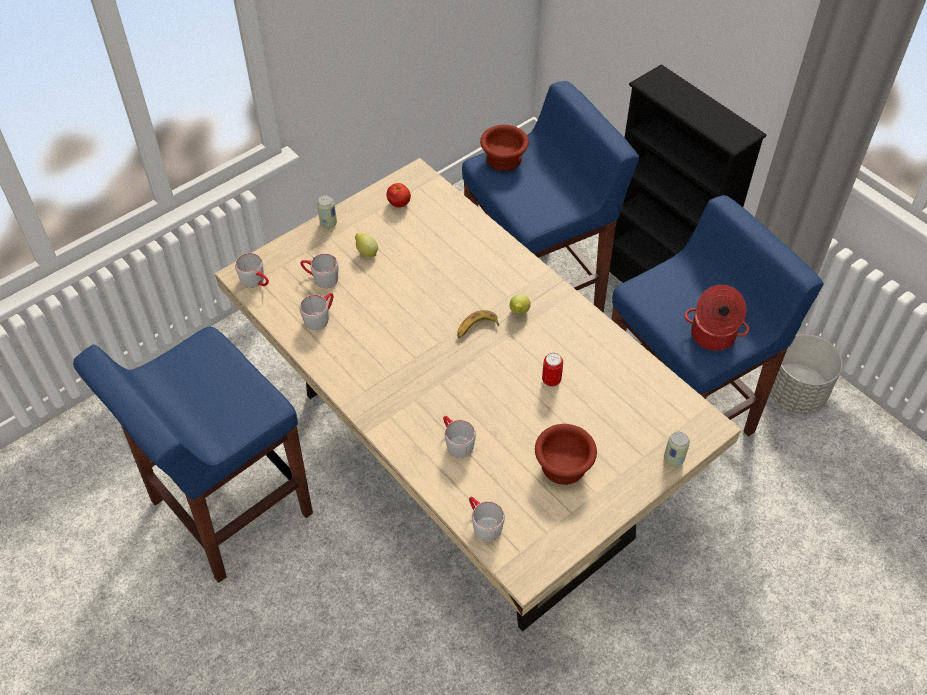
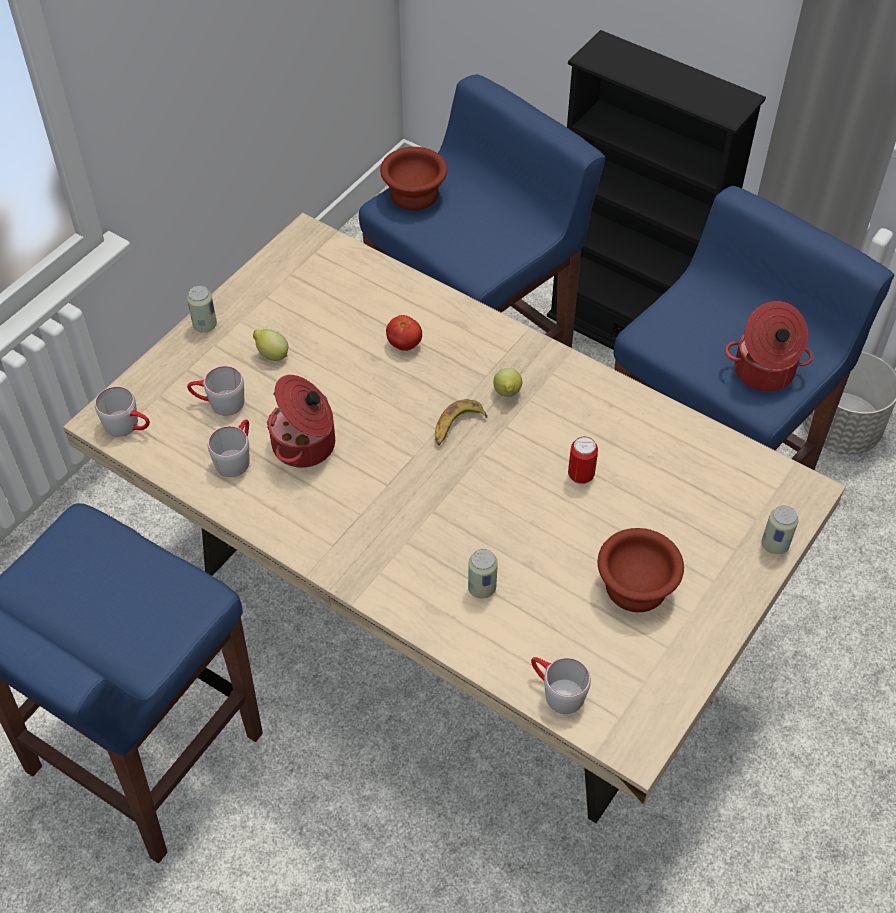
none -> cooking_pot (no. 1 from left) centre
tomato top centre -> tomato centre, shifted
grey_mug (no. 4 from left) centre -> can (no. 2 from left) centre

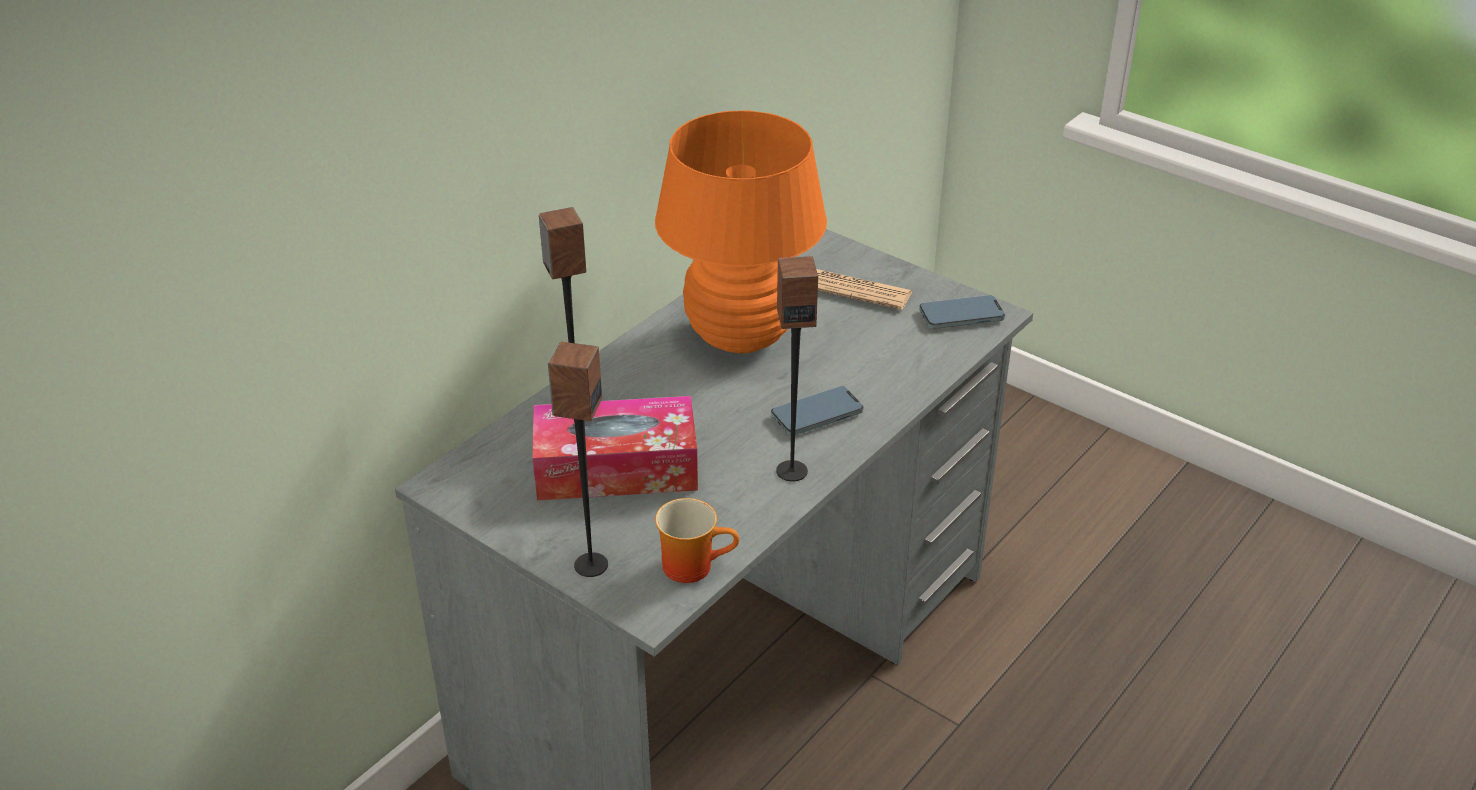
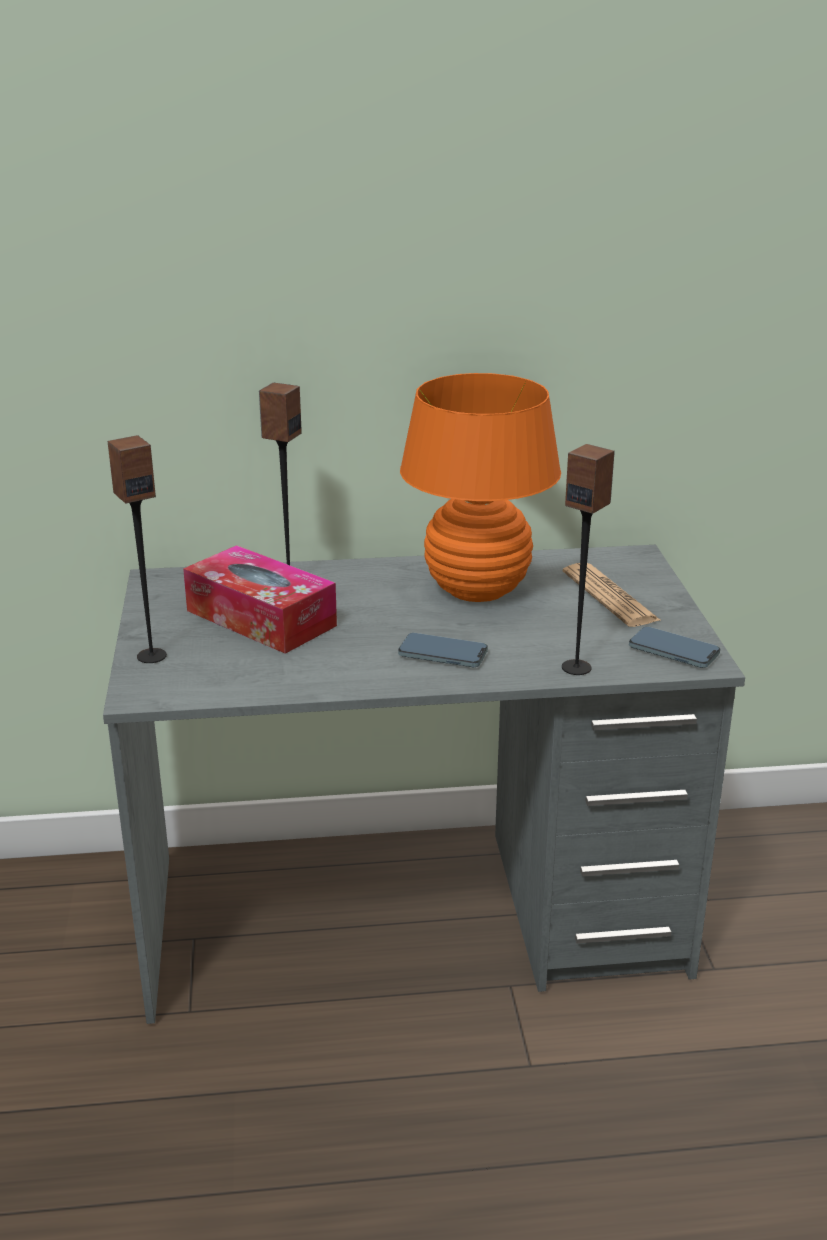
mug bottom centre -> none
speaker (no. 3 from left) centre -> speaker (no. 3 from left) middle right, shifted

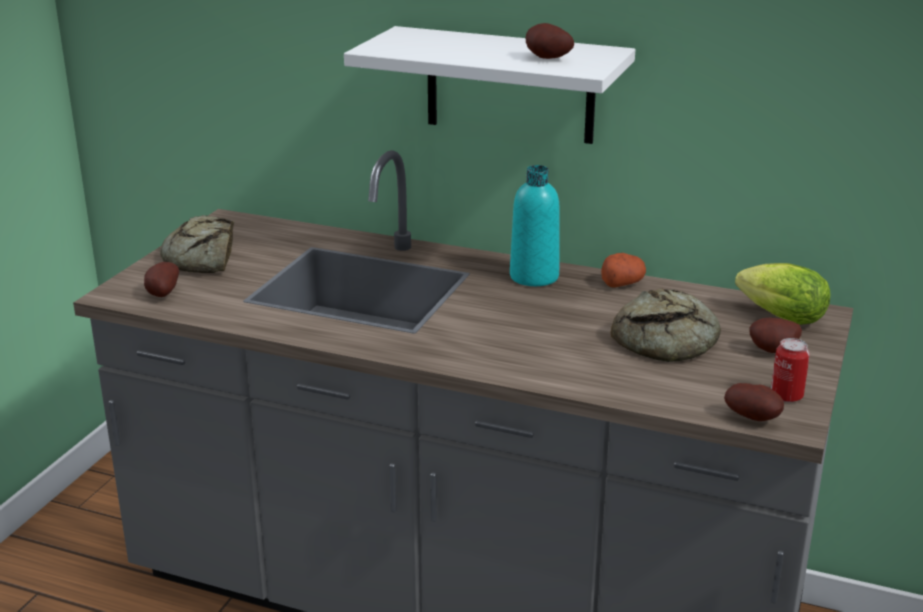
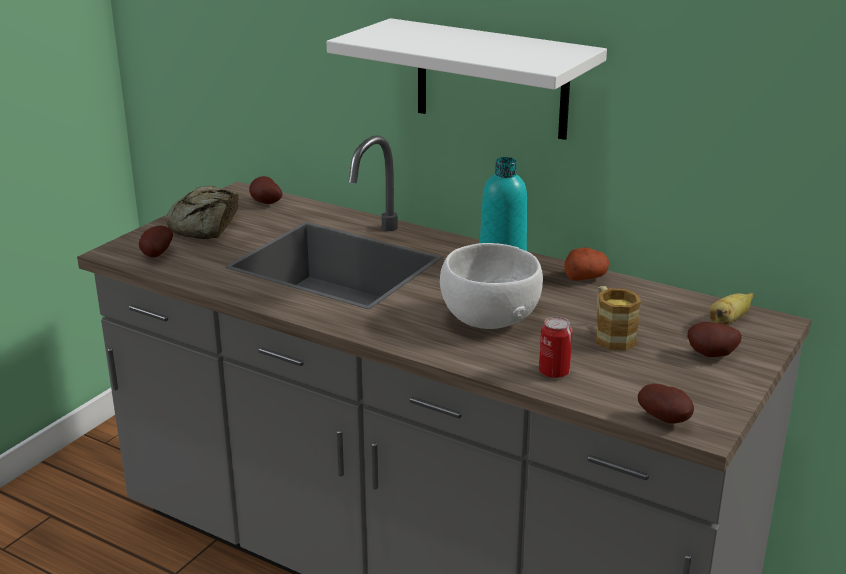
none -> white_bowl centre
potato (no. 2 from left) top centre -> potato (no. 2 from left) top left, shifted
can middle right -> can centre, shifted
bread (no. 2 from left) middle right -> mug middle right
lettuce middle right -> banana middle right

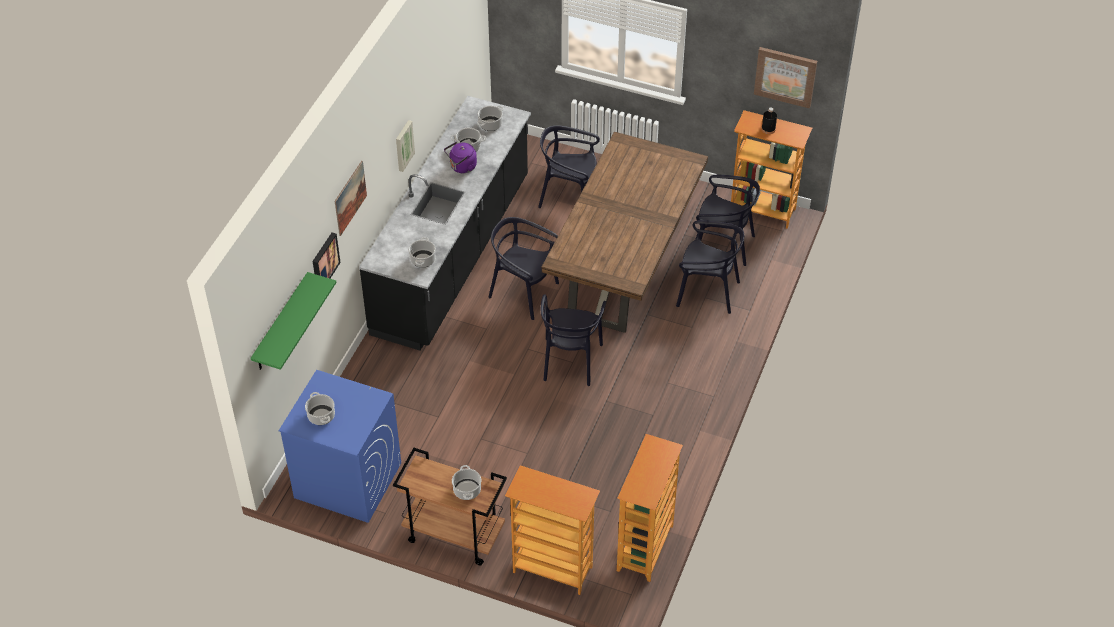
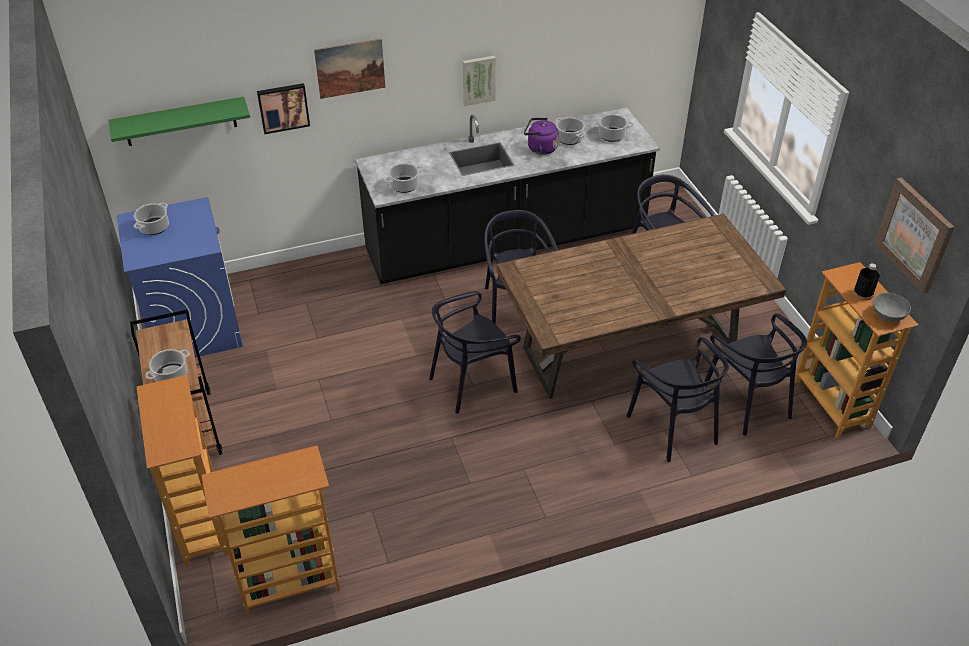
none -> grey_bowl middle right

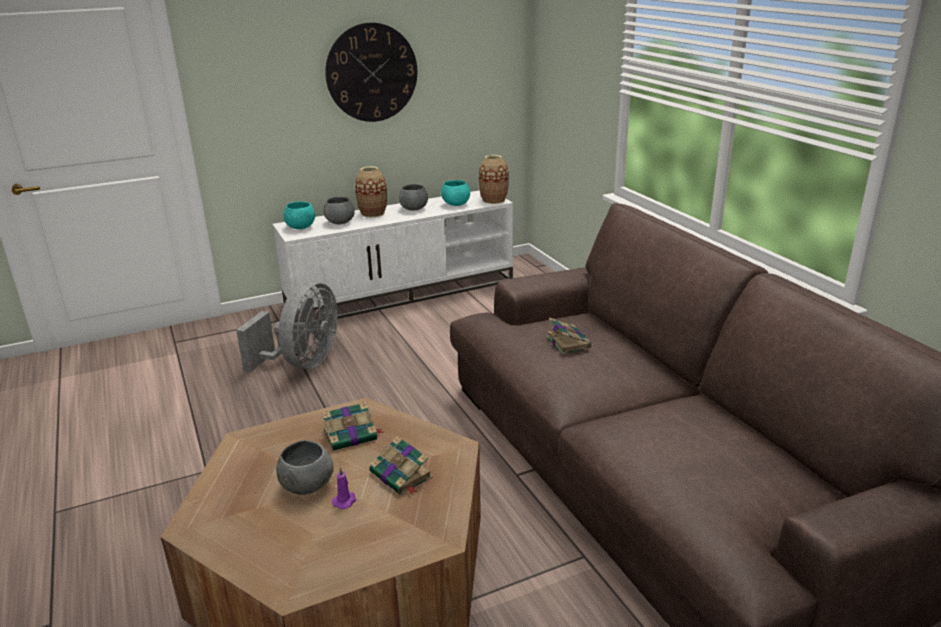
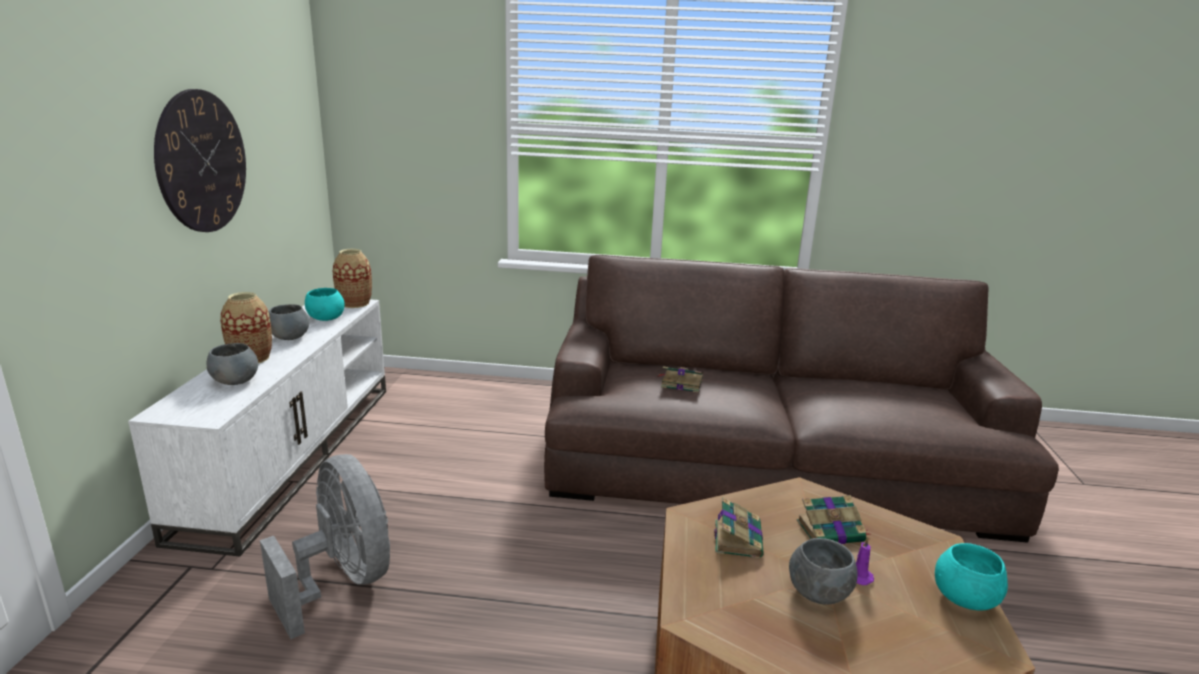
turquoise_bowl (no. 1 from left in the first image) middle left -> turquoise_bowl (no. 2 from left) bottom right, shifted

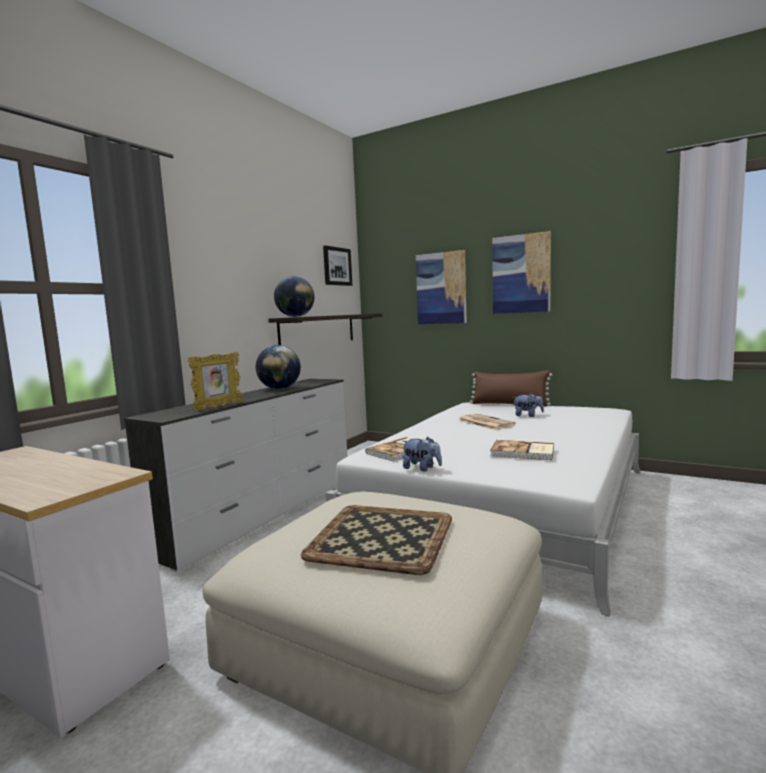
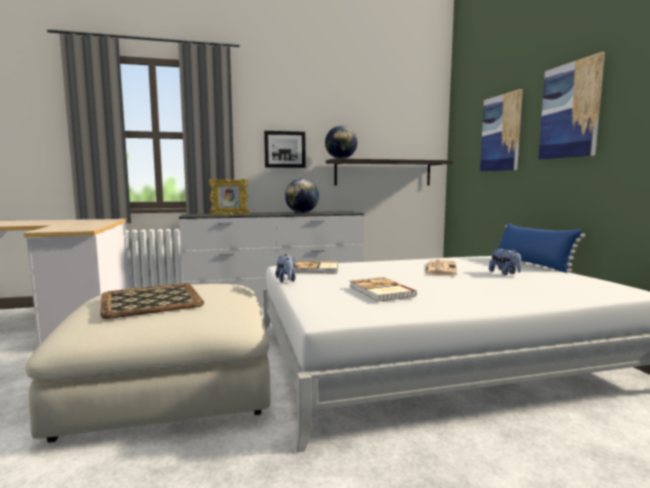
picture (no. 1 from left) centre -> picture (no. 1 from left) top centre, shifted
brown_pillow middle right -> blue_pillow middle right

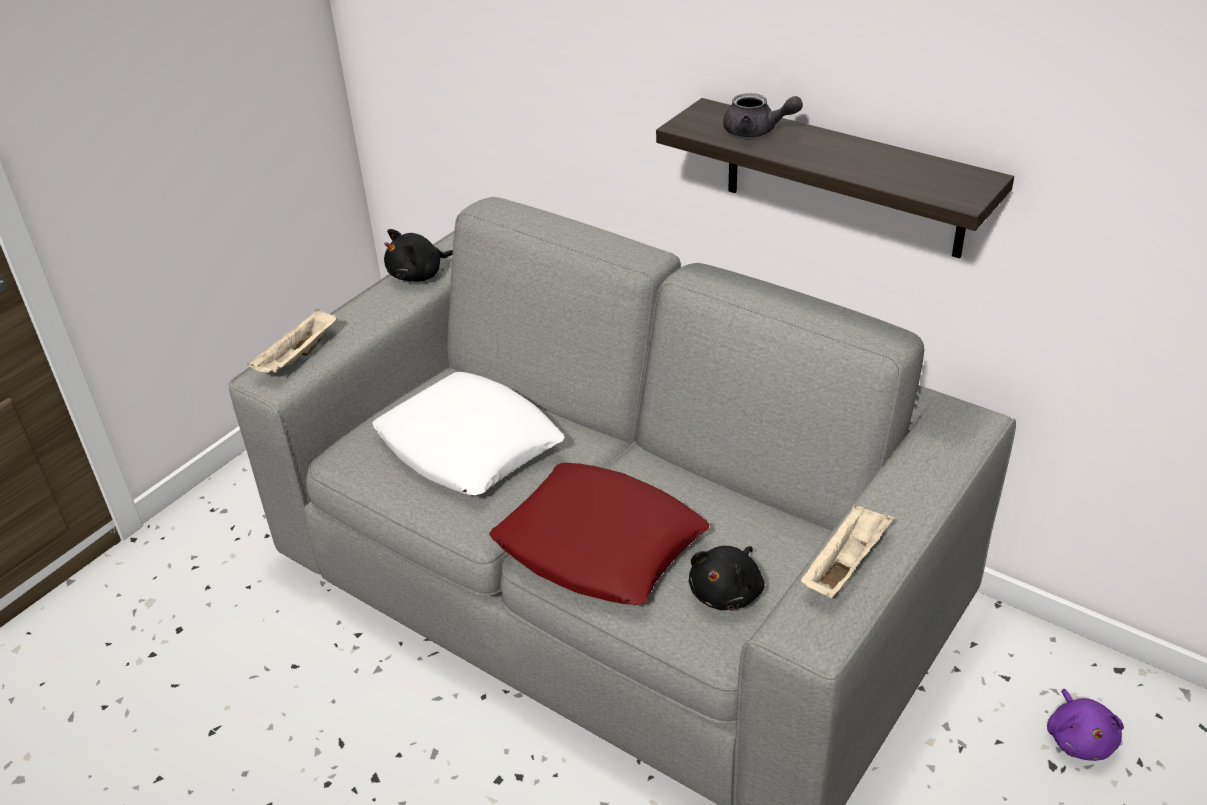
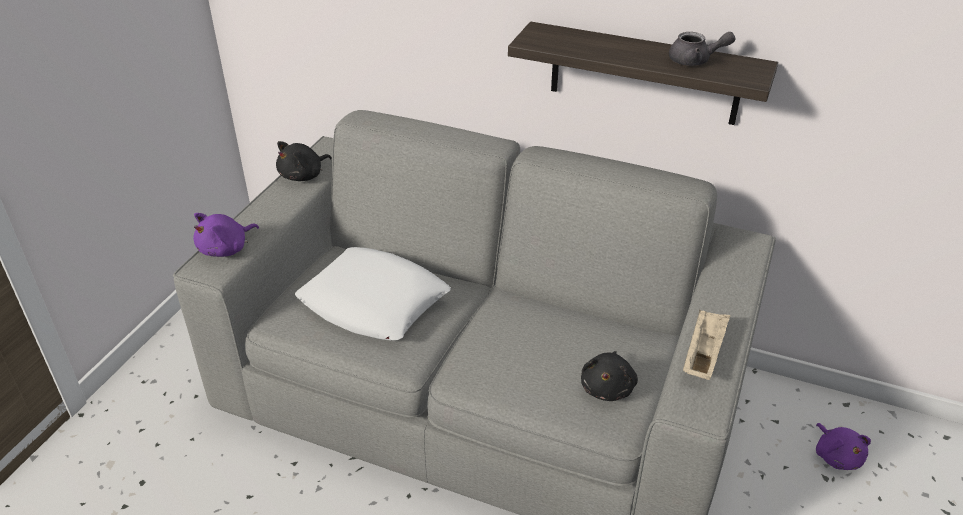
red_pillow centre -> none
grey_teapot top centre -> grey_teapot top right, shifted
beige_tray (no. 1 from left) middle left -> purple_plush_toy (no. 1 from left) middle left

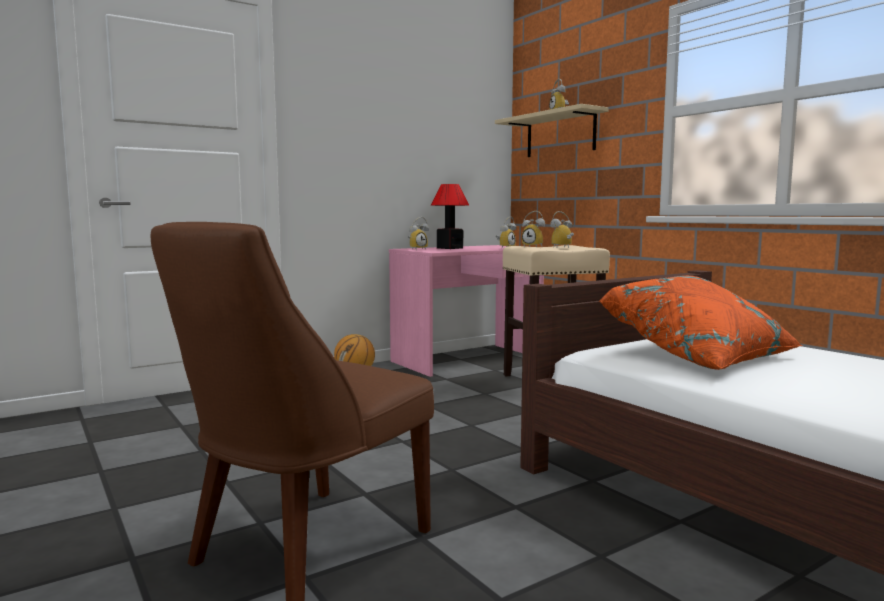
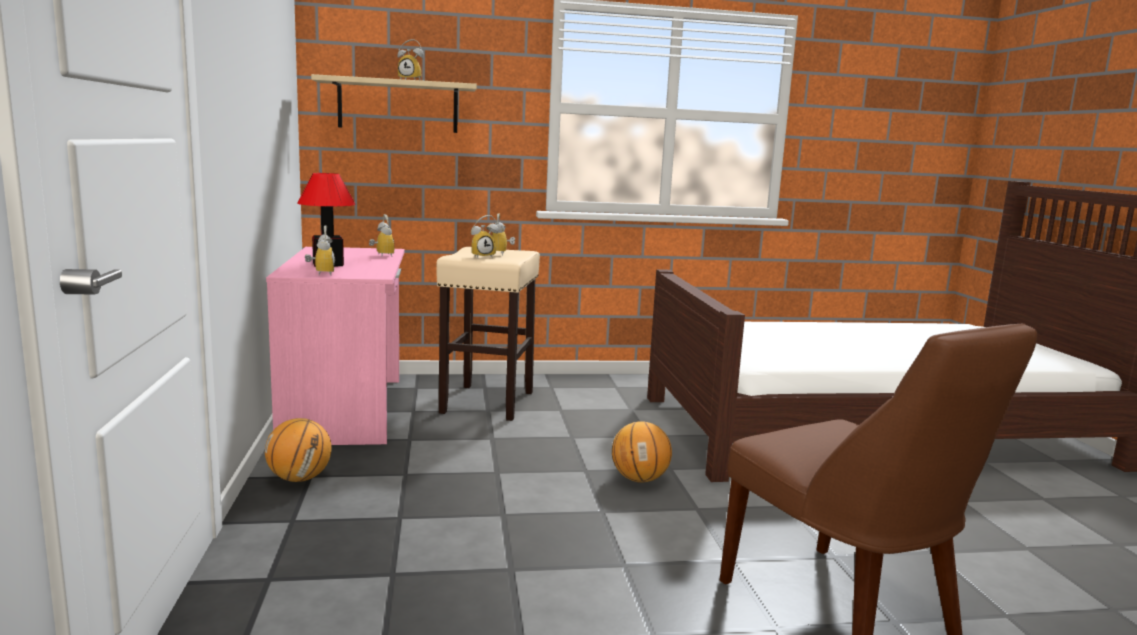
orange_pillow middle right -> none
none -> basketball (no. 2 from left) bottom centre

